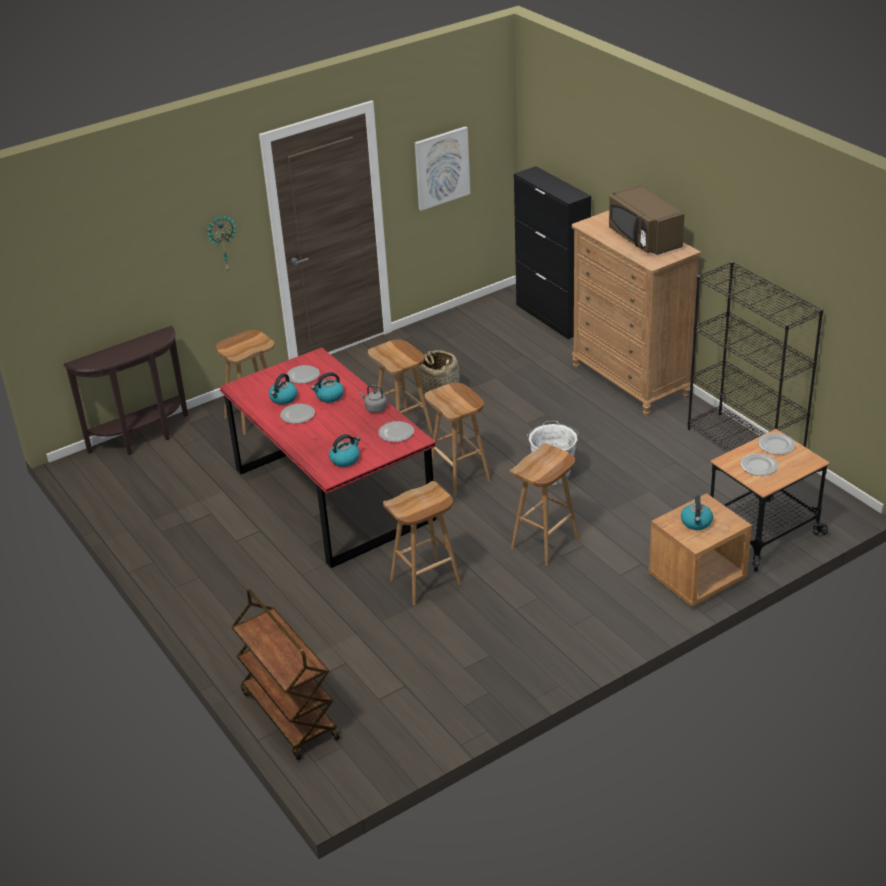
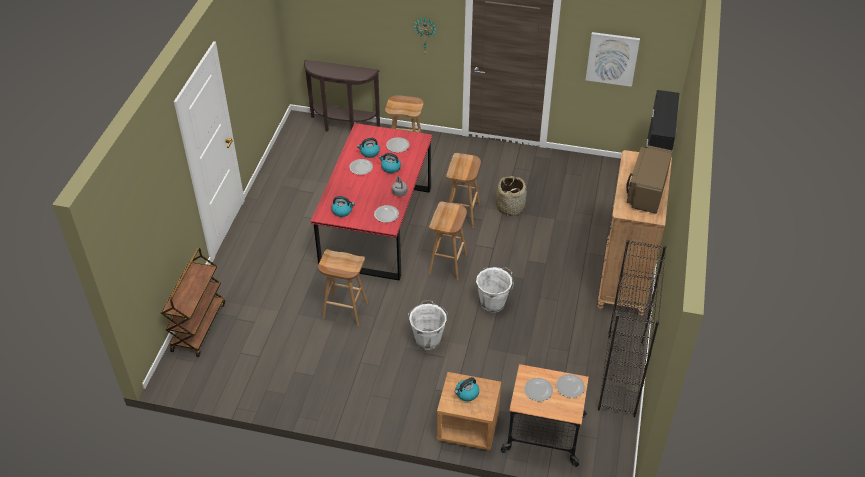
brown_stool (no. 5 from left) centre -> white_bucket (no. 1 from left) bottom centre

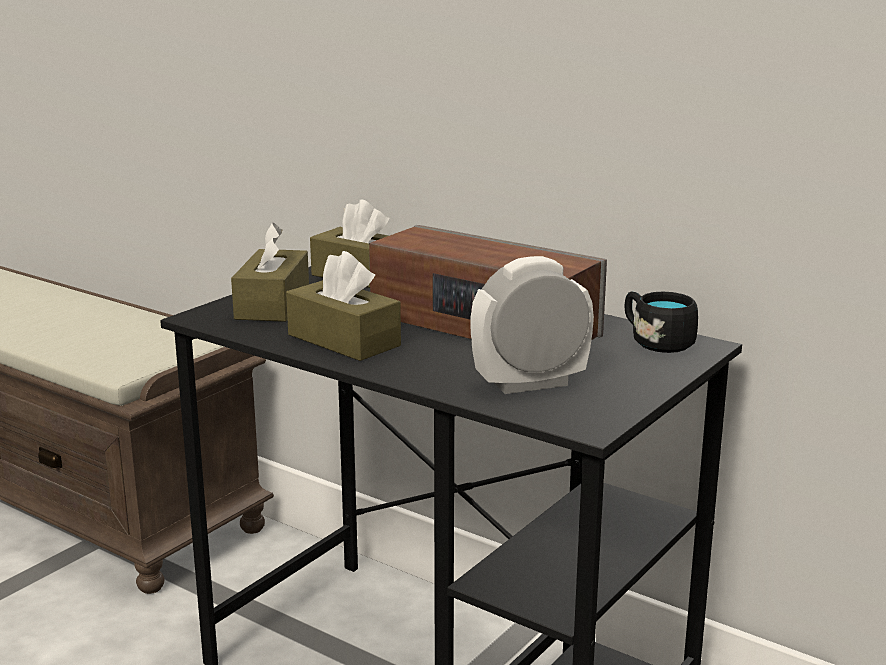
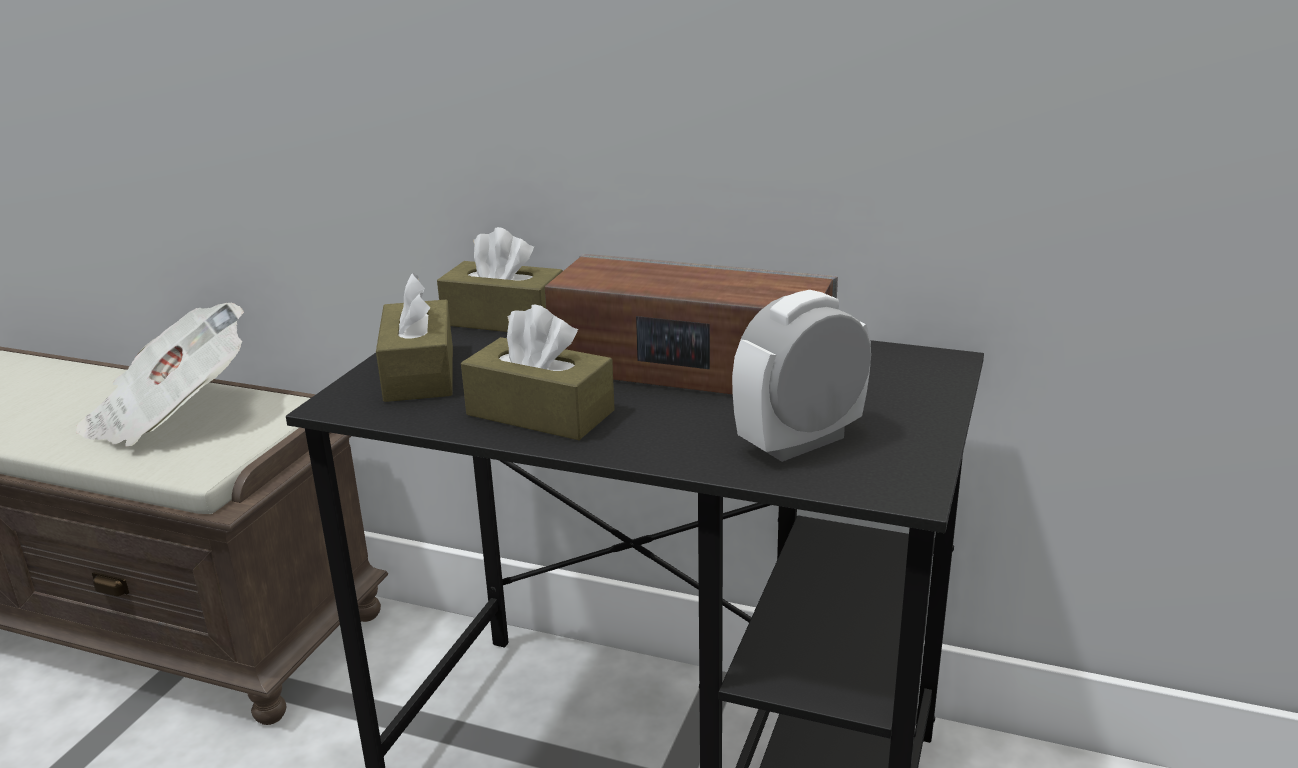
black_mug middle right -> none
none -> newspaper middle left

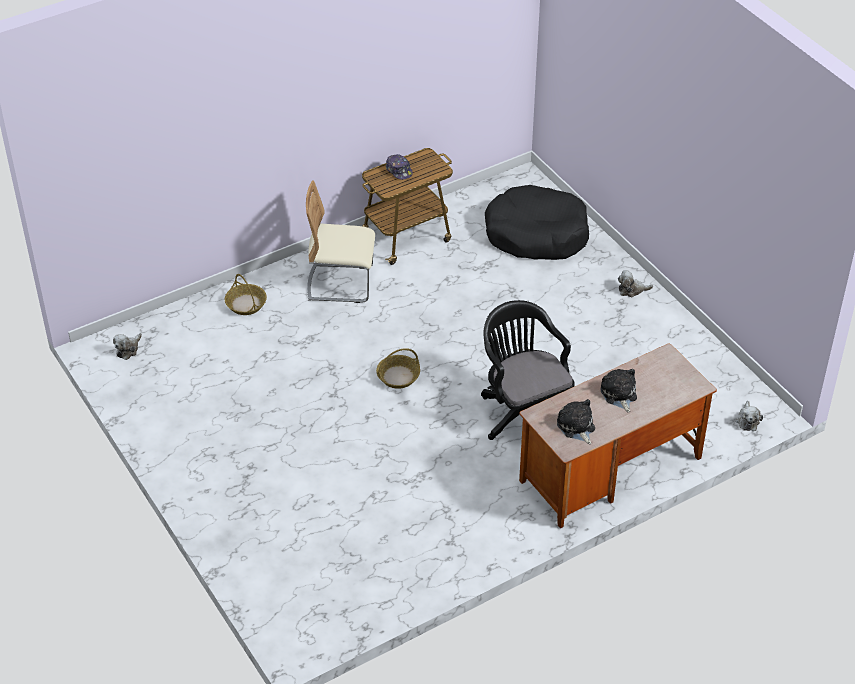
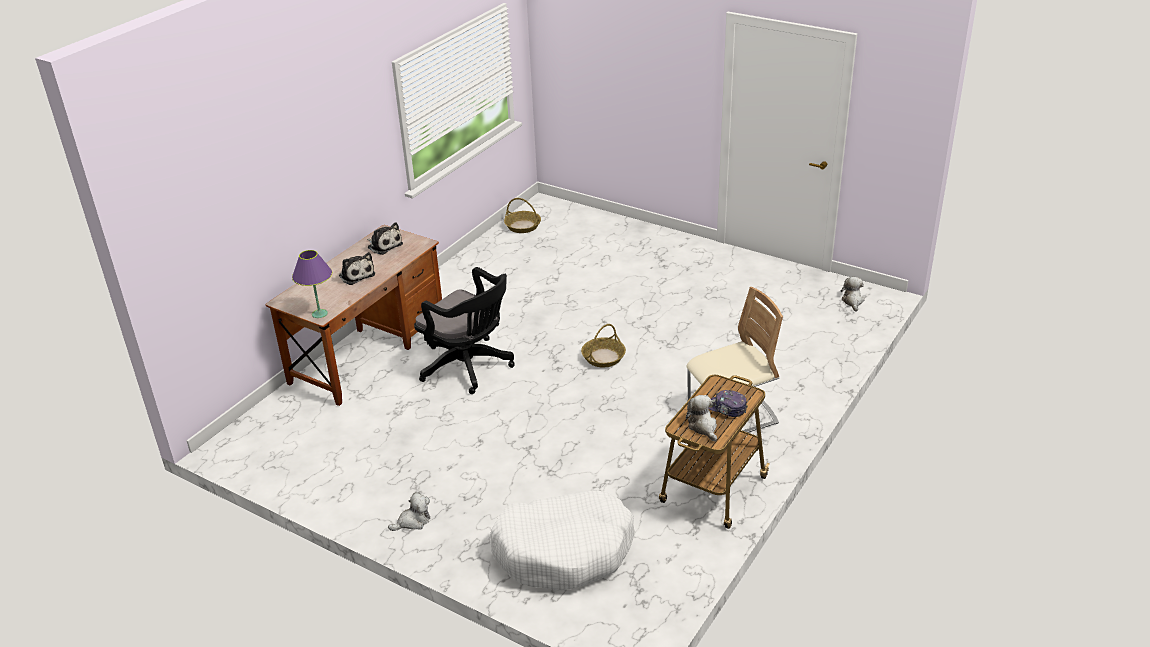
none -> purple_table_lamp middle left
basket (no. 1 from left) middle left -> basket (no. 1 from left) top centre, shifted
plush_toy (no. 5 from left in the first image) middle right -> plush_toy (no. 4 from left) centre, shifted
black_dog_bed top centre -> white_dog_bed bottom centre

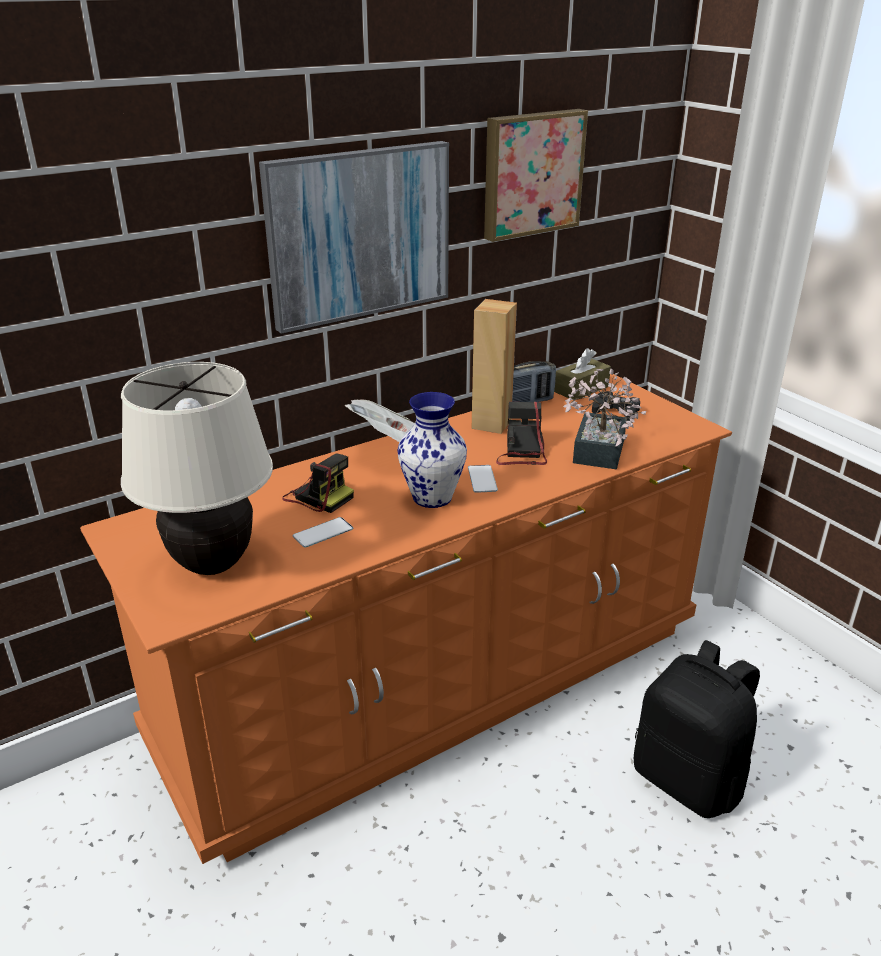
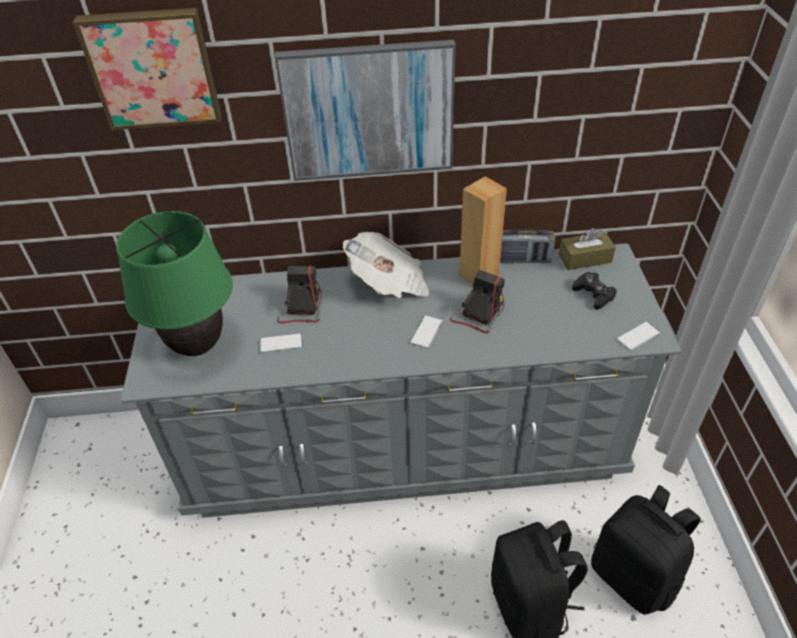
vase centre -> none
potted_plant middle right -> none
none -> black_backpack (no. 2 from left) bottom right
none -> phone (no. 3 from left) middle right
picture (no. 2 from left in the first image) top centre -> picture (no. 1 from left) top left, shifted
orange_dresser centre -> grey_dresser centre
beige_table_lamp middle left -> green_table_lamp middle left
photo_camera (no. 1 from left) centre, 150 degrees counterclockwise

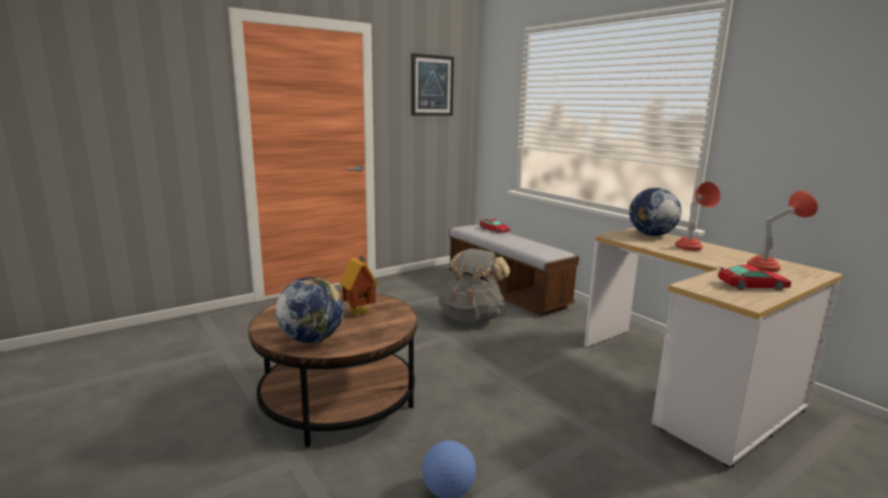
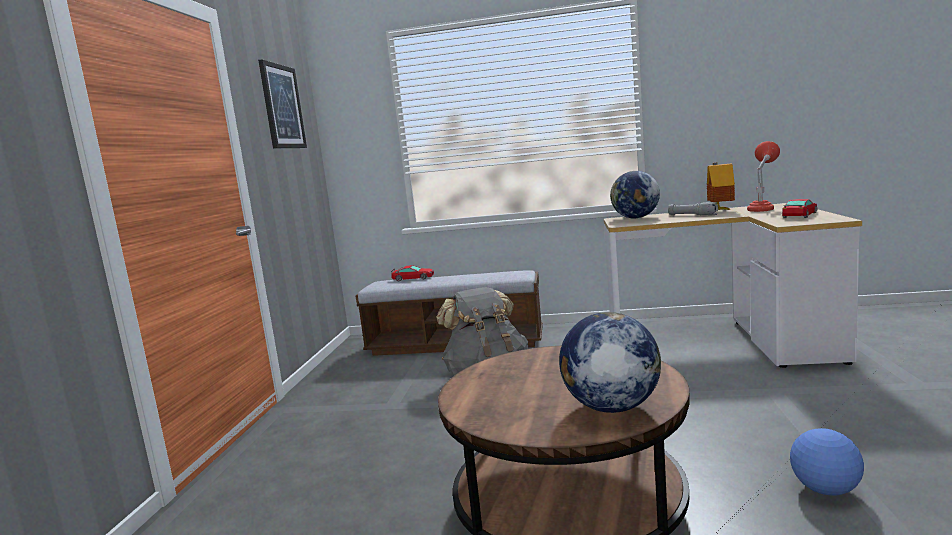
toy_house centre -> toy_house middle right, shifted
red_table_lamp (no. 1 from left) middle right -> grey_flashlight middle right

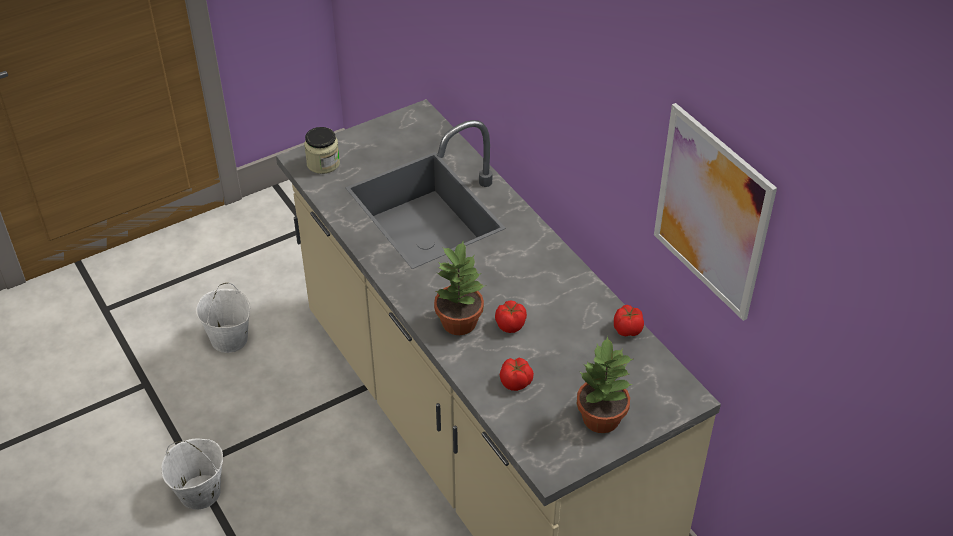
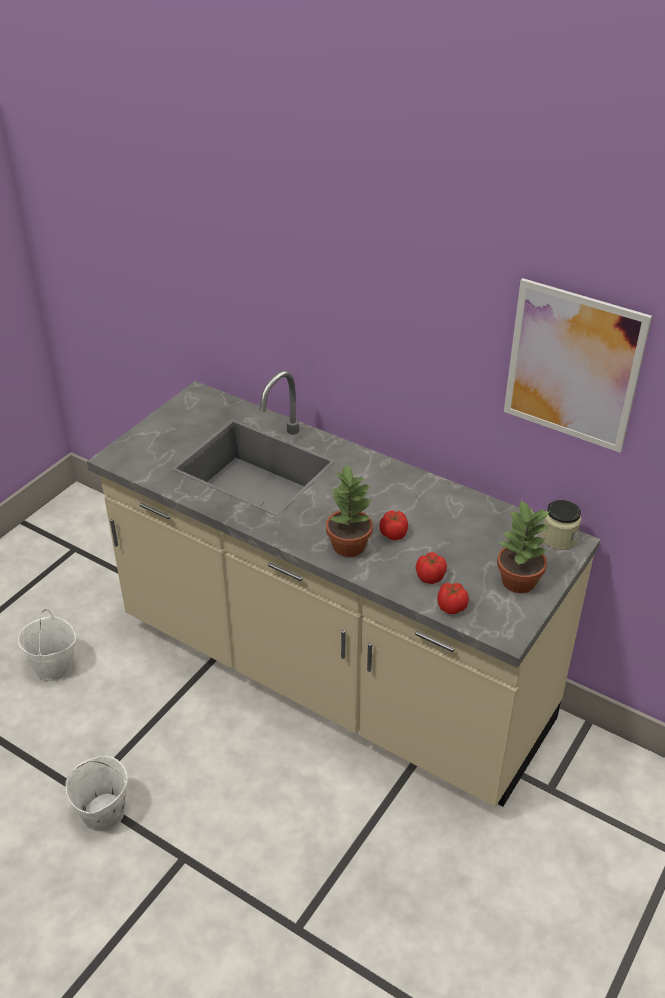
jar top centre -> jar middle right, shifted
tomato (no. 3 from left) centre -> tomato (no. 3 from left) middle right, shifted

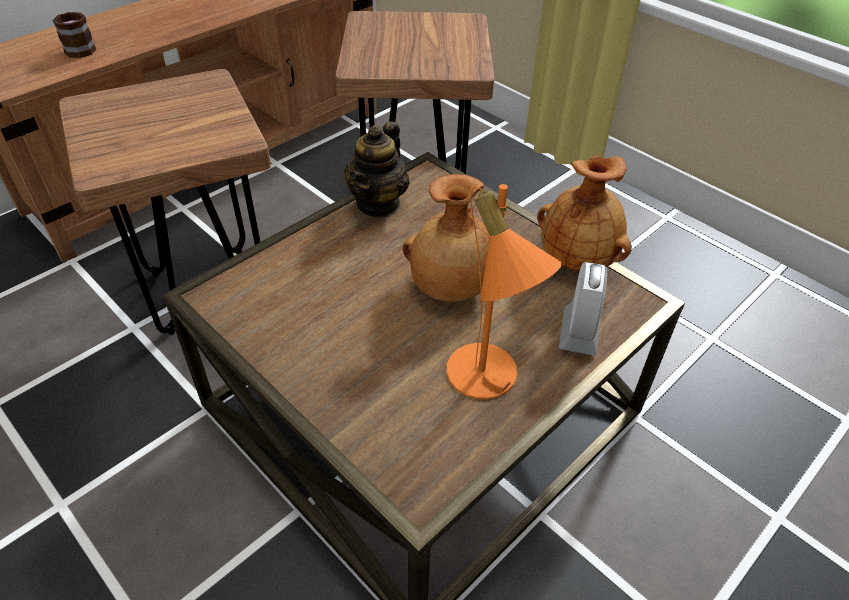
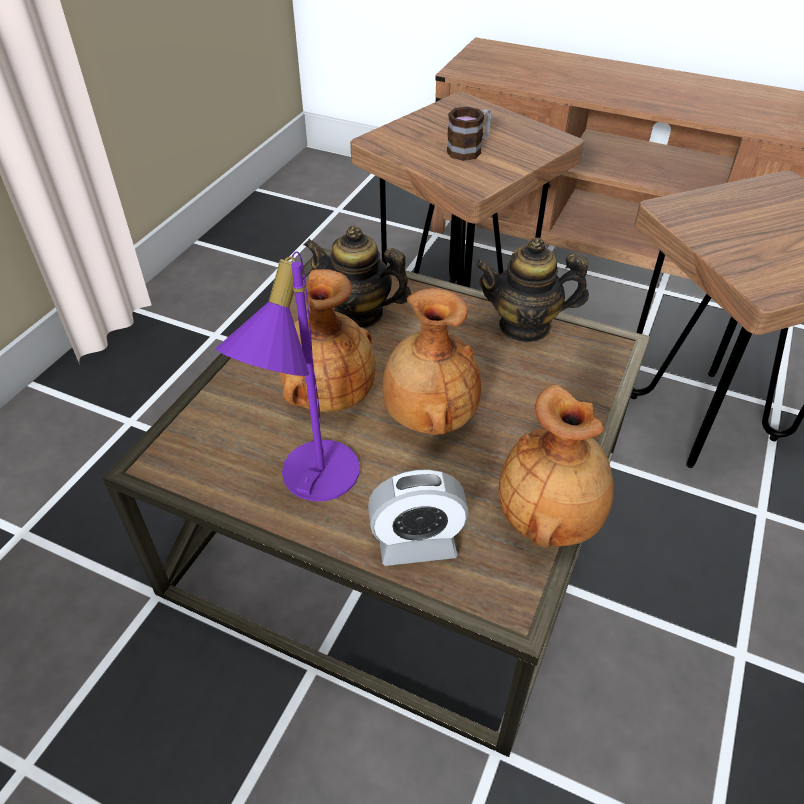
none -> brown_vase (no. 1 from left) centre
none -> teapot (no. 1 from left) centre
mug top left -> mug top centre, shifted
orange_table_lamp centre -> purple_table_lamp centre

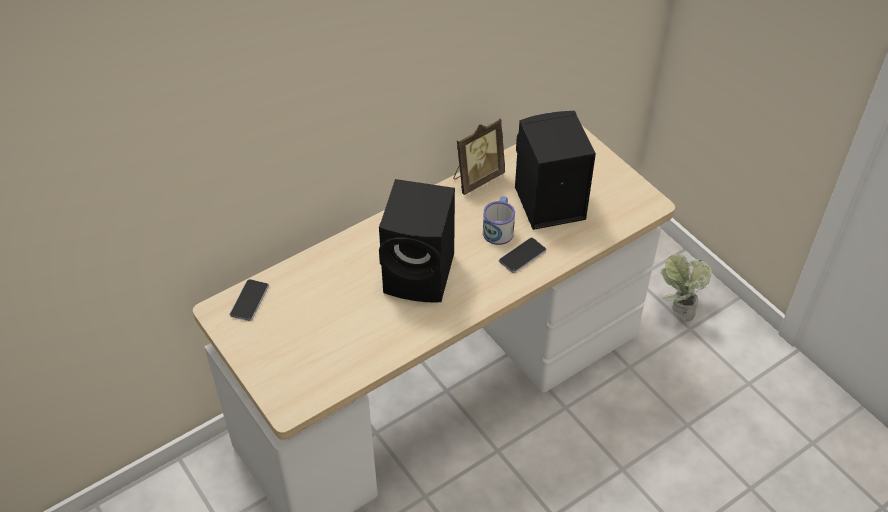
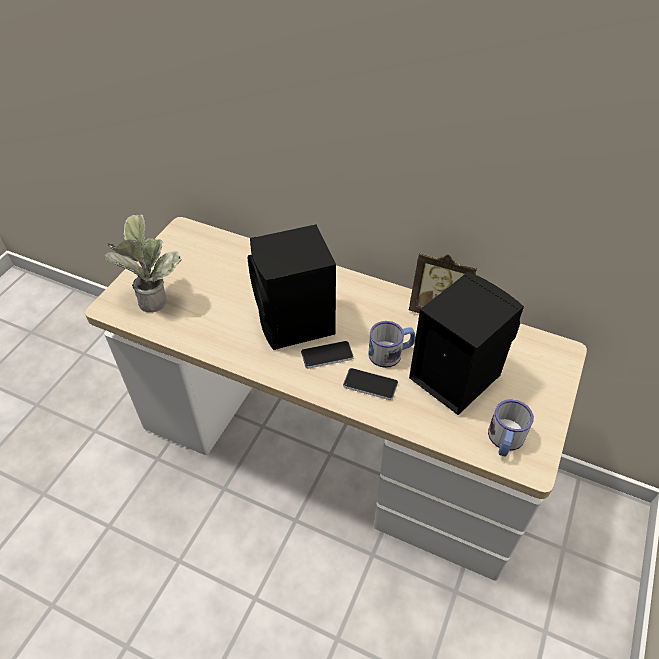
none -> mug (no. 2 from left) middle right
phone (no. 1 from left) middle left -> phone (no. 1 from left) centre, shifted
potted_plant middle right -> potted_plant middle left, shifted

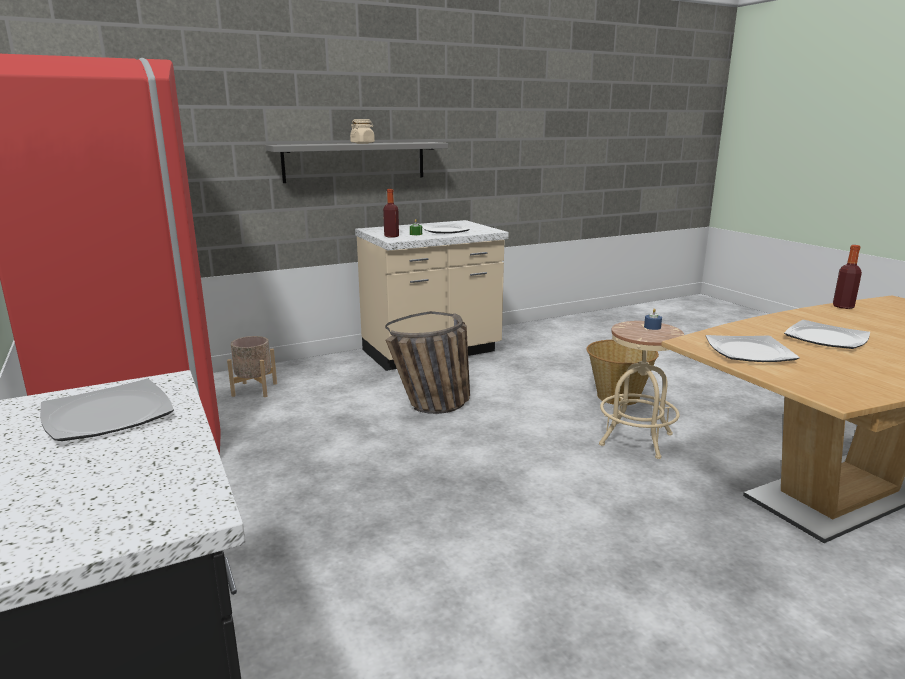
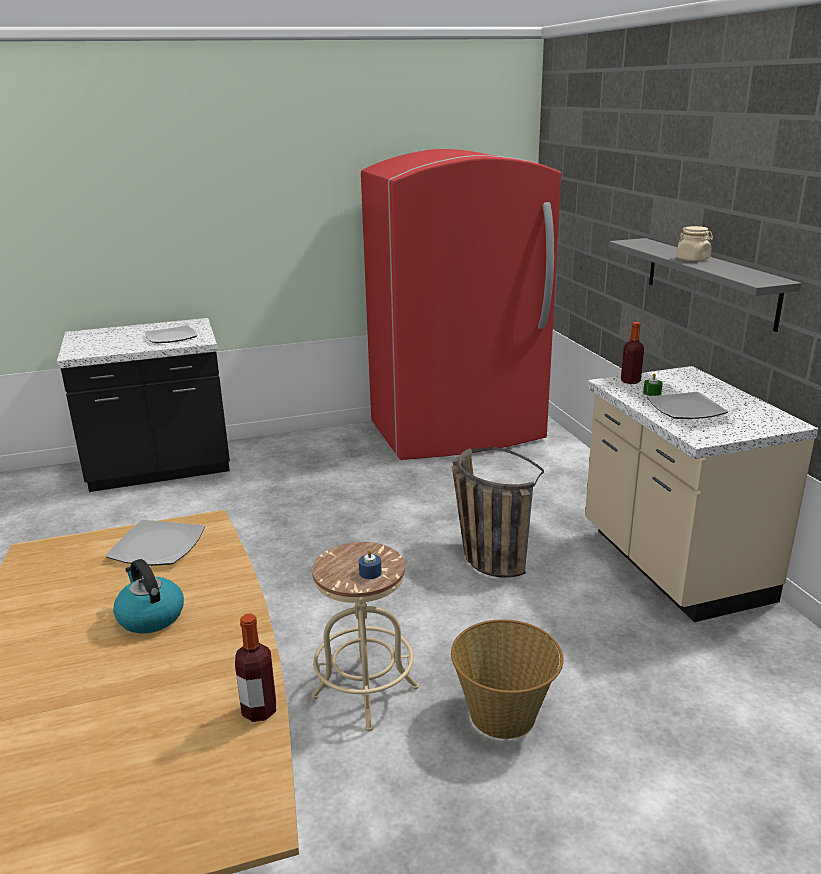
beige_planter middle left -> none
plate (no. 4 from left) middle right -> kettle bottom left

